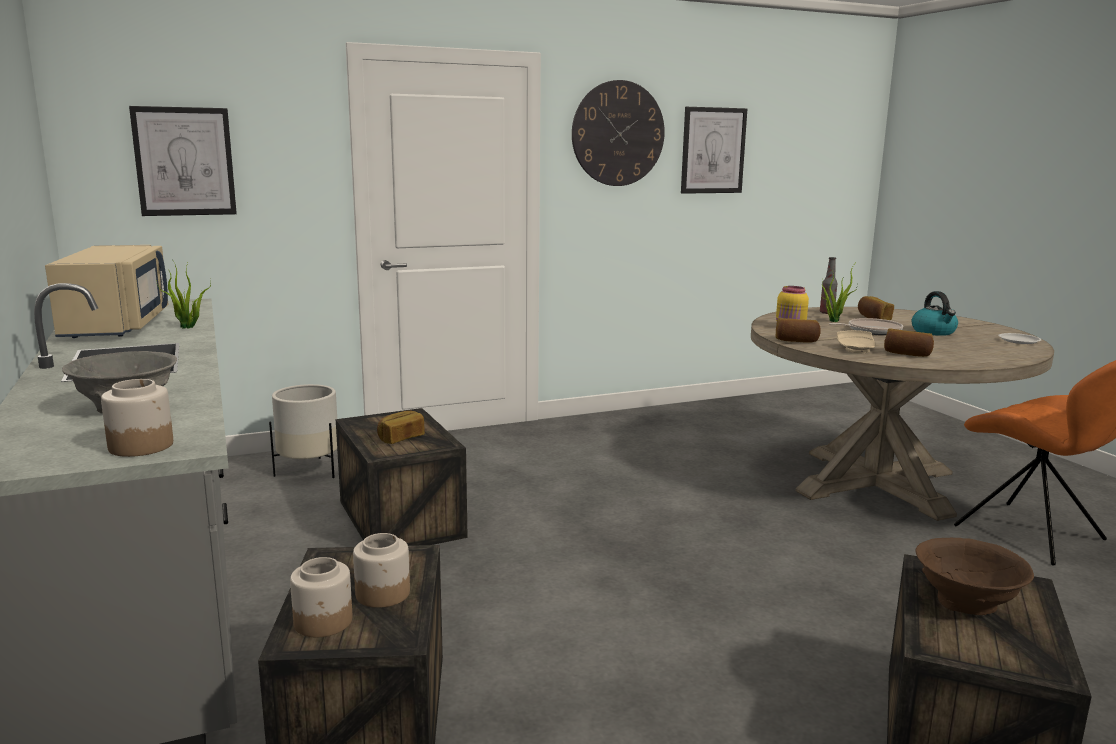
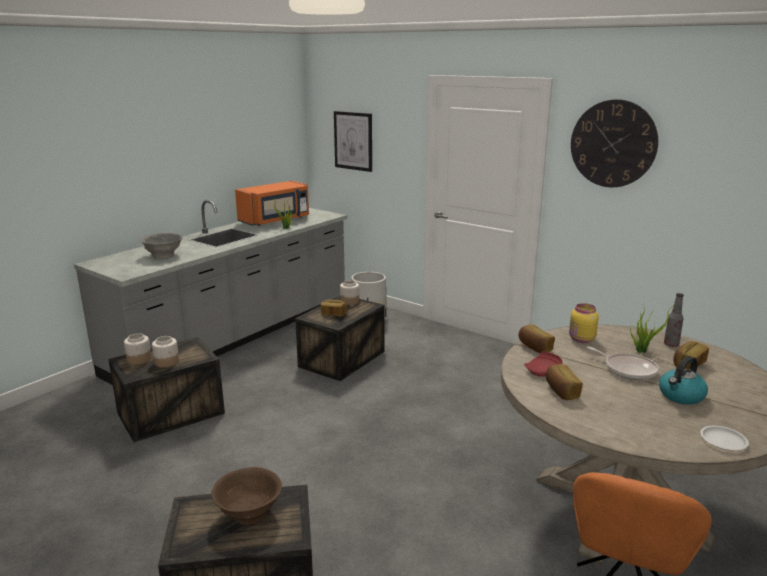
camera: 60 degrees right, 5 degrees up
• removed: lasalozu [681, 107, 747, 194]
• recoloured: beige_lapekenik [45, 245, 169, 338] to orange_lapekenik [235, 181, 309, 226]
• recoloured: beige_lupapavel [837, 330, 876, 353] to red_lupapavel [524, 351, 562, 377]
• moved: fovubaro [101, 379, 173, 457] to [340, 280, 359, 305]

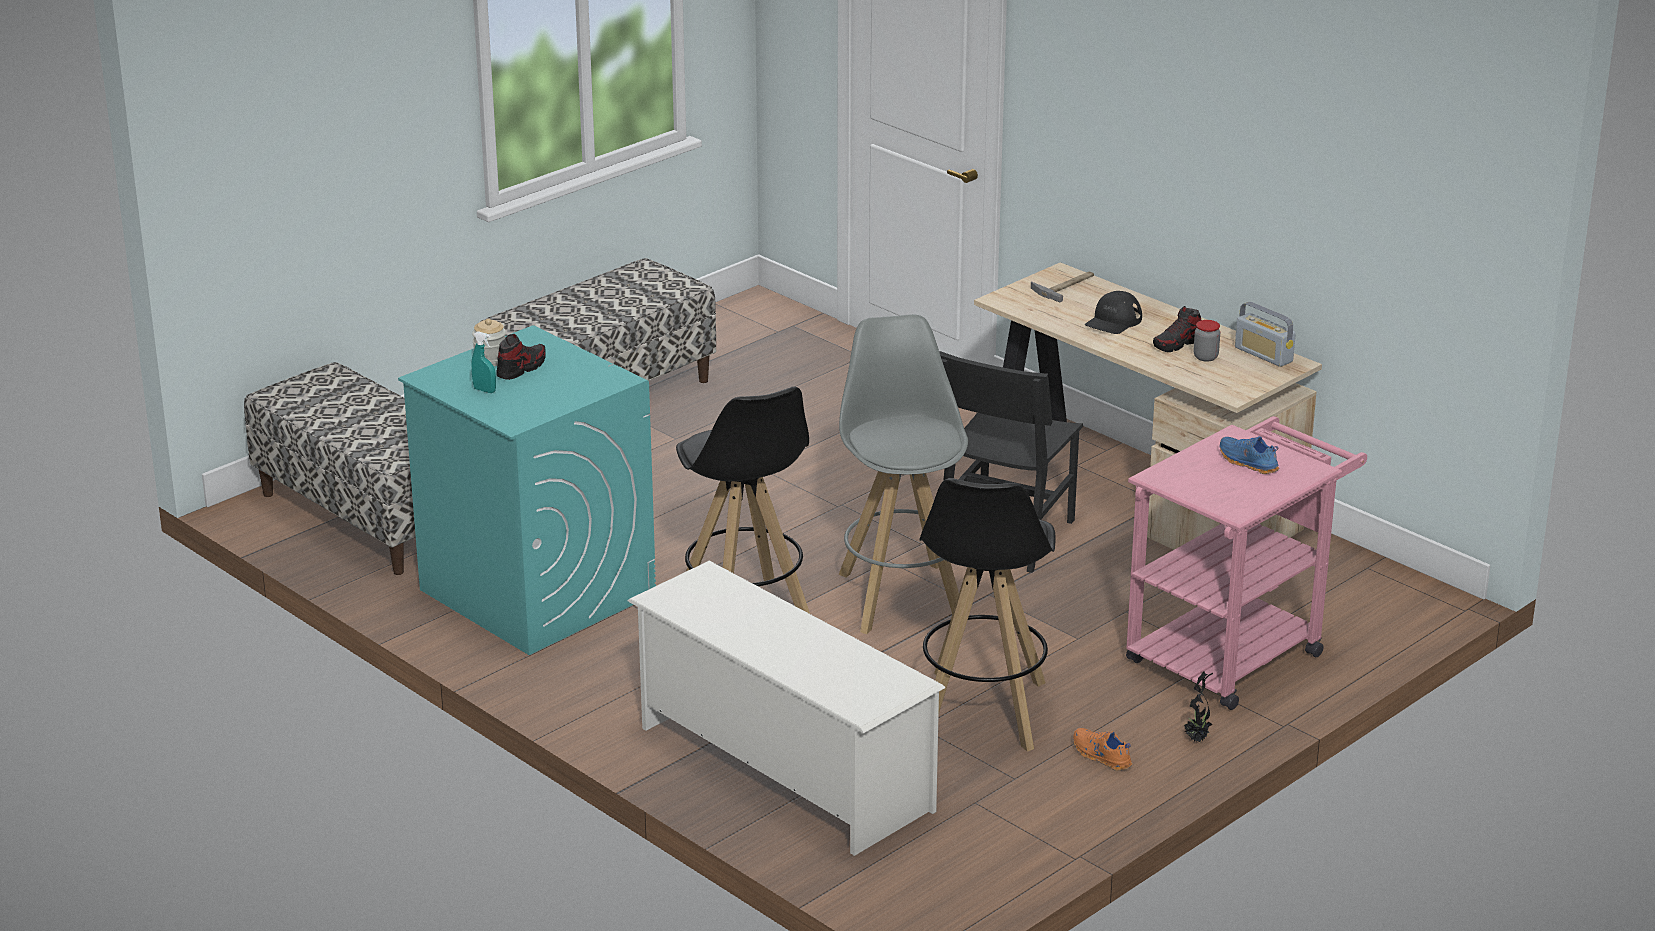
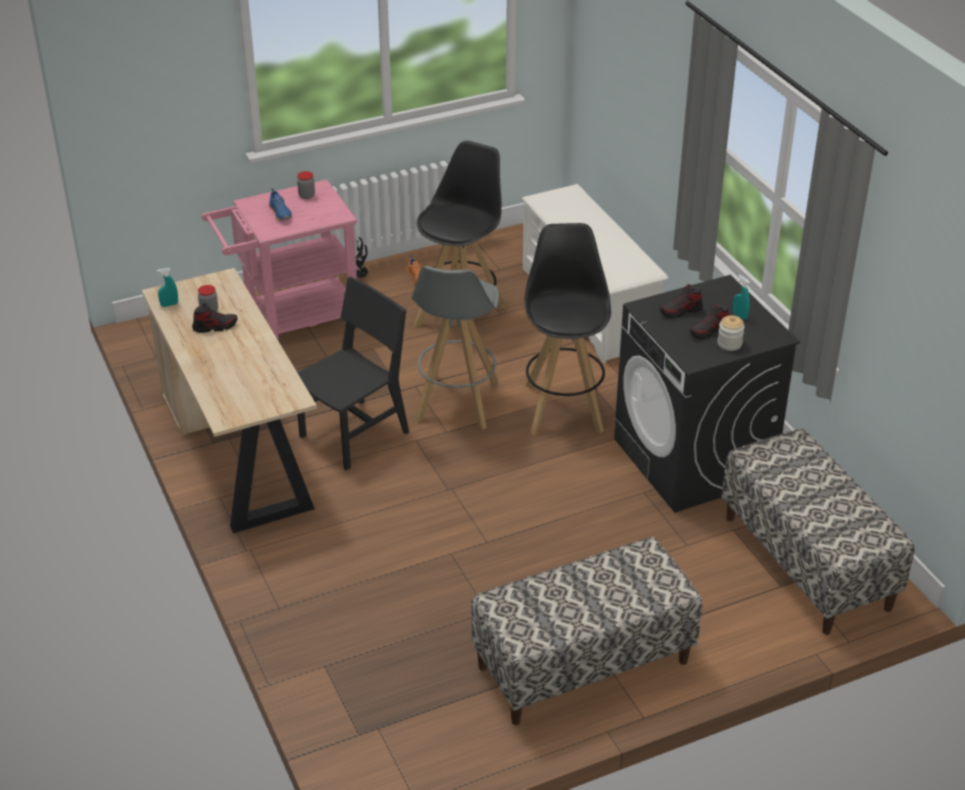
camera: 160 degrees left, 10 degrees up
• removed: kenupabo [1031, 271, 1094, 302]
• removed: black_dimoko [1085, 291, 1142, 334]
• replaced: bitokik [1235, 301, 1296, 367] to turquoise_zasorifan [157, 268, 178, 307]
• recoloured: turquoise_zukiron [398, 325, 656, 655] to black_zukiron [614, 275, 800, 513]
• added: fovubaro [297, 171, 315, 199]
• added: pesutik [660, 284, 703, 318]

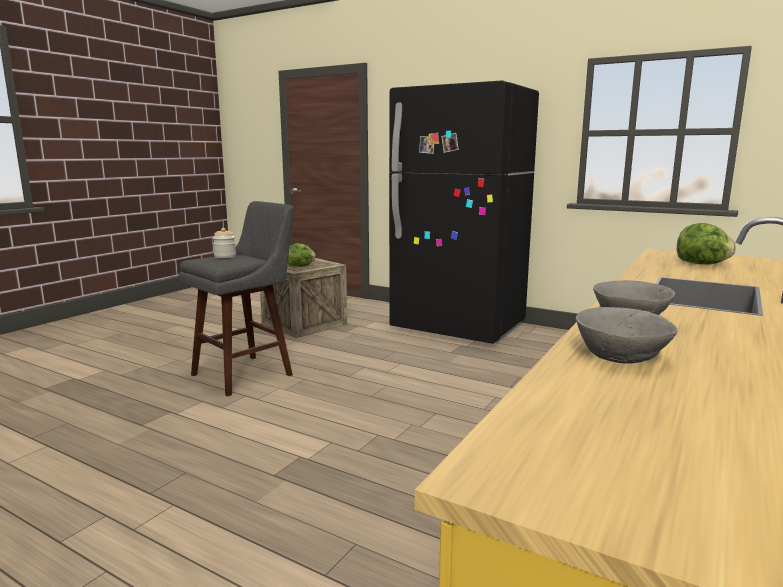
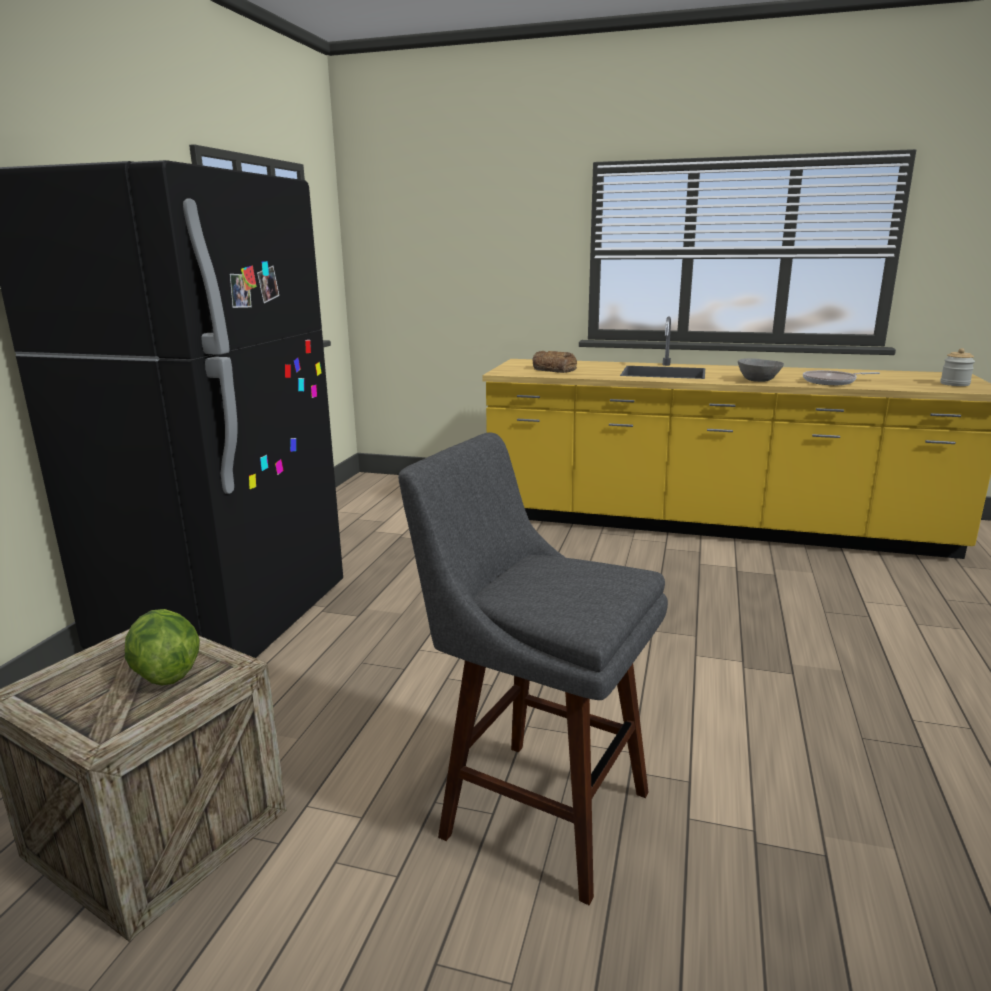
camera: 105 degrees left, 5 degrees up
• replaced: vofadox [677, 223, 736, 264] to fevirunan [533, 351, 577, 373]
• moved: fovubaro [213, 228, 236, 258] to [940, 348, 975, 386]
• replaced: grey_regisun [576, 307, 678, 364] to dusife [803, 370, 880, 385]

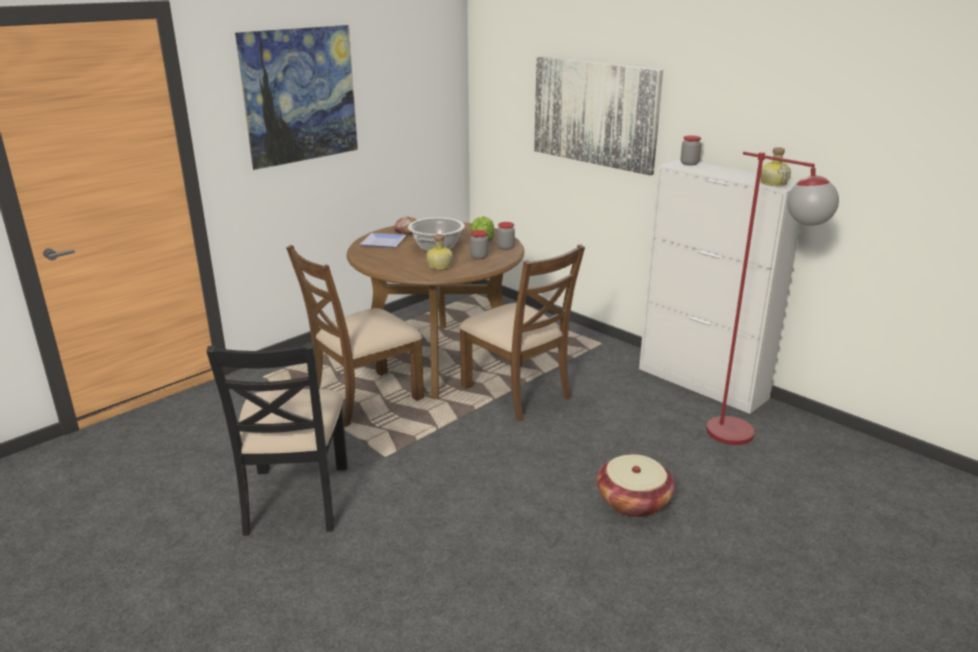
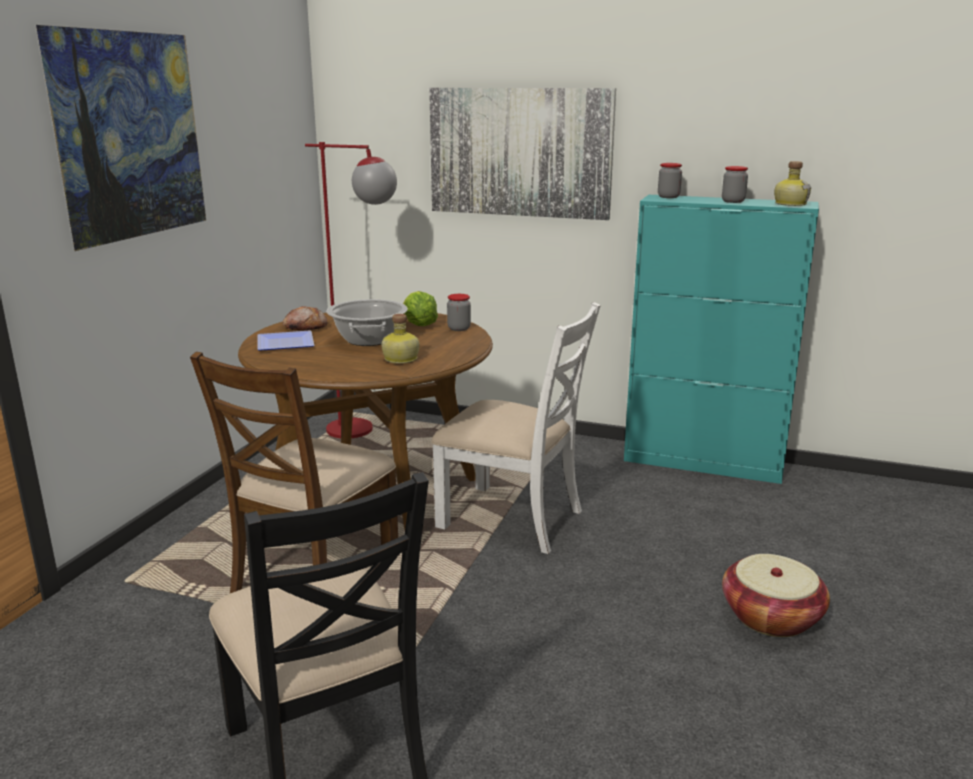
camera: 25 degrees left, 5 degrees down
• moved: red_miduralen [706, 152, 839, 445] to [305, 142, 397, 438]
• recoloured: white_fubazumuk [639, 159, 801, 414] to turquoise_fubazumuk [624, 195, 819, 484]
• moved: fovubaro [470, 230, 488, 259] to [722, 166, 748, 203]
• recoloured: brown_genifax [460, 244, 585, 422] to white_genifax [431, 302, 601, 554]

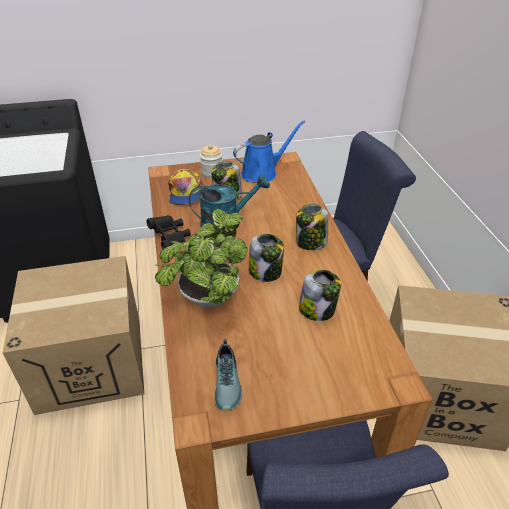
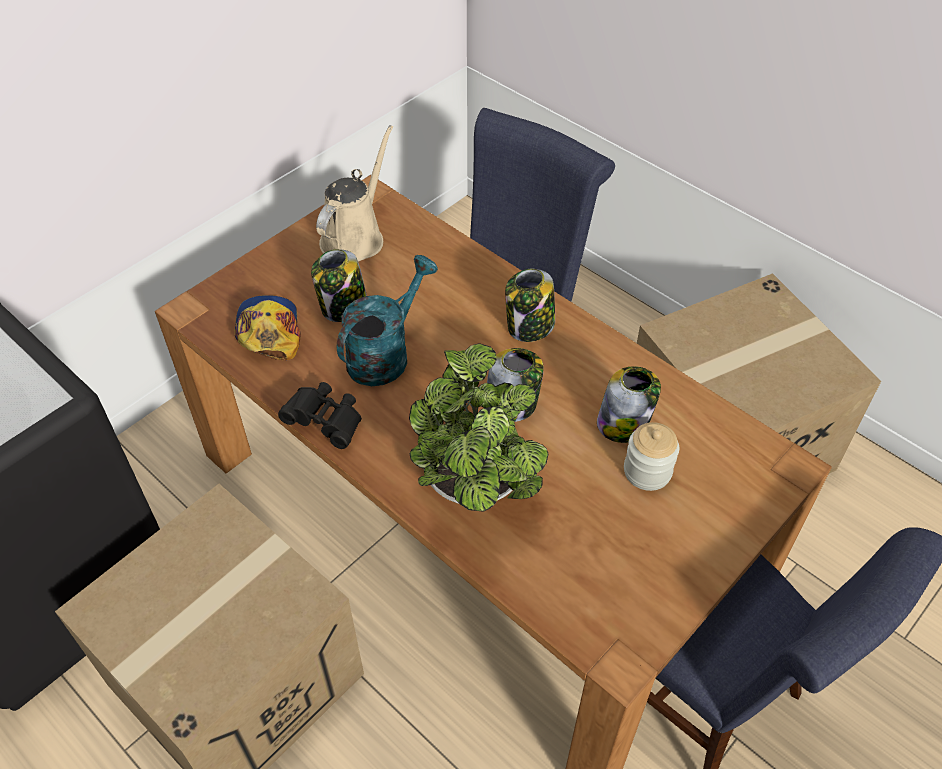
camera: 35 degrees left, 10 degrees up
• recoloured: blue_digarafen [233, 120, 305, 183] to beige_digarafen [316, 125, 393, 262]
• moved: fovubaro [199, 145, 223, 178] to [624, 422, 679, 491]
• turned: dimoko [168, 169, 203, 205] = [235, 295, 301, 360] 150 degrees counterclockwise
• removed: pesutik [214, 339, 242, 411]

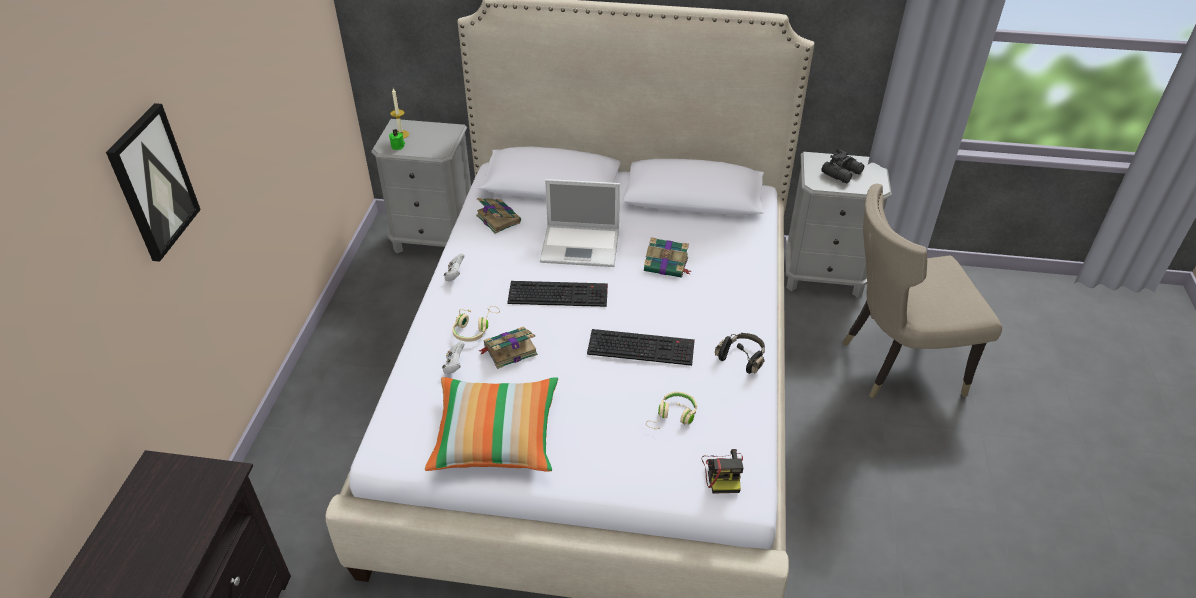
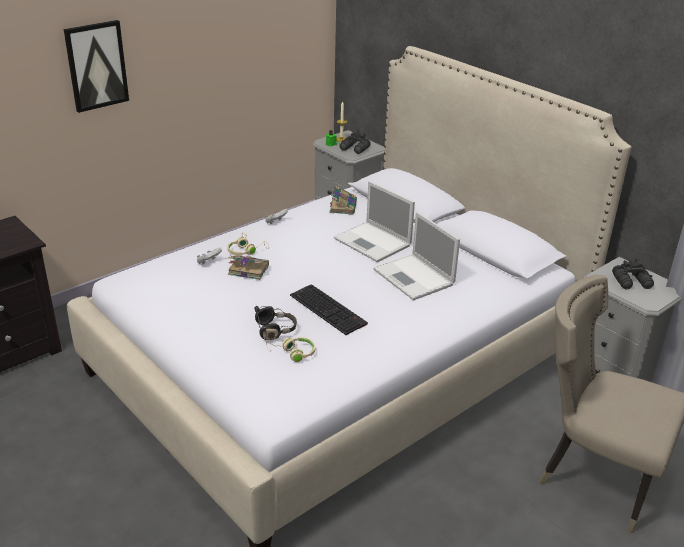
camera: 40 degrees right, 10 degrees down
• replaced: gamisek [644, 237, 691, 278] to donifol [374, 212, 460, 300]
• removed: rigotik [507, 281, 608, 307]
• moved: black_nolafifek [715, 333, 765, 374] to [254, 306, 297, 340]
• removed: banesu [425, 377, 558, 472]
• removed: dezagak [702, 449, 743, 494]
• added: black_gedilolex [339, 132, 371, 154]

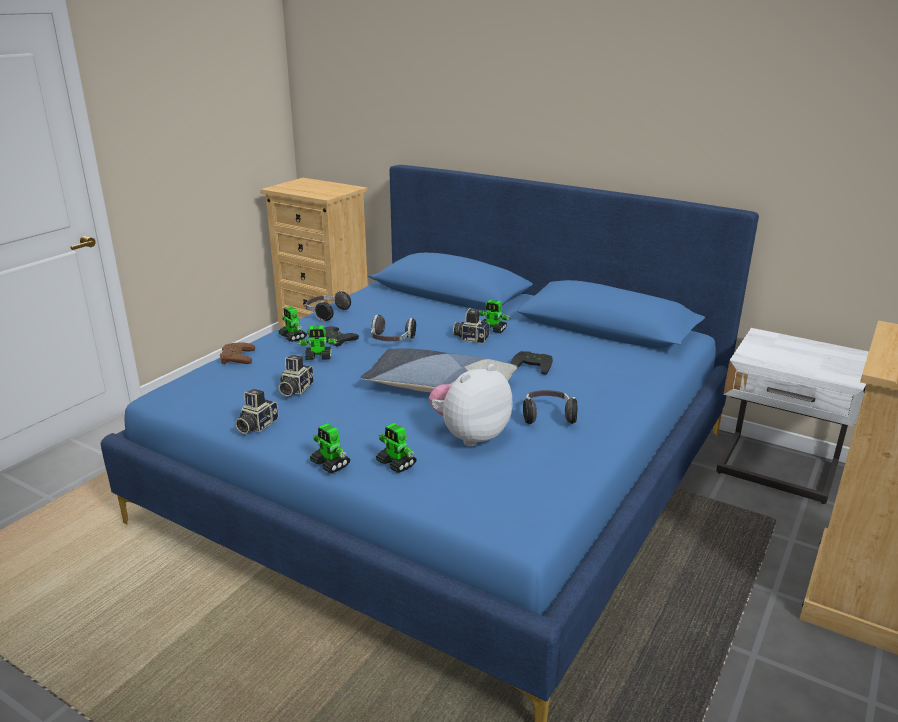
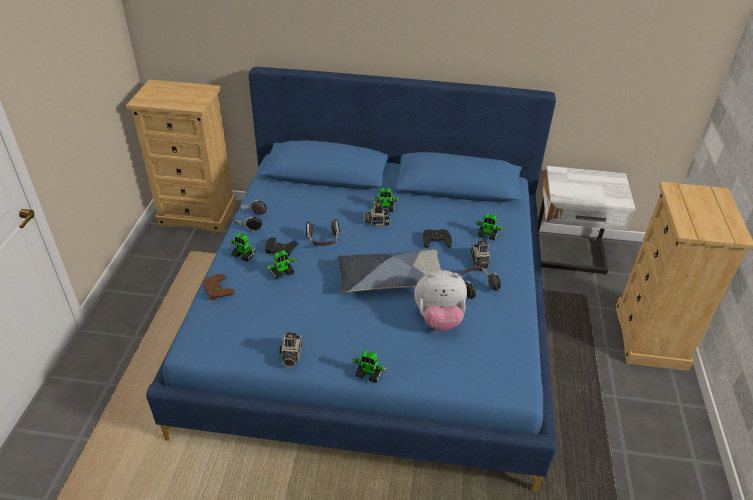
camera: 25 degrees left, 15 degrees up
• moved: dezagak [278, 355, 314, 396] to [470, 241, 490, 270]
• turned: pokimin [429, 364, 512, 446] = [414, 270, 467, 331] 120 degrees counterclockwise
• moved: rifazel [376, 423, 417, 473] to [475, 214, 504, 241]

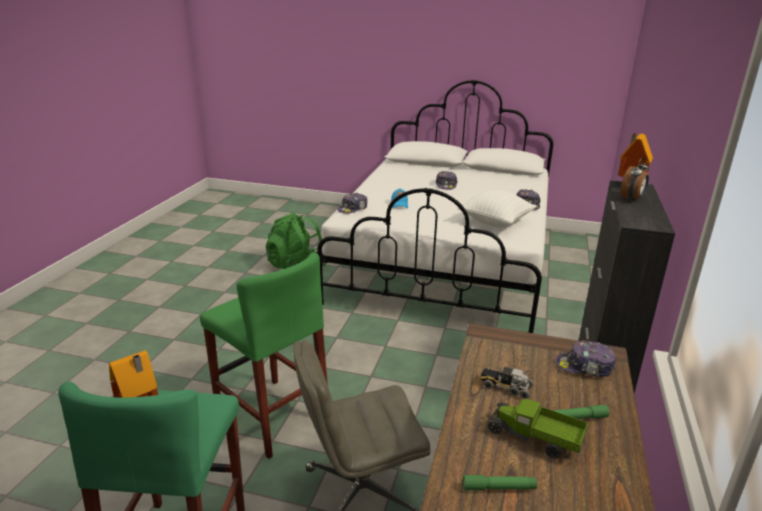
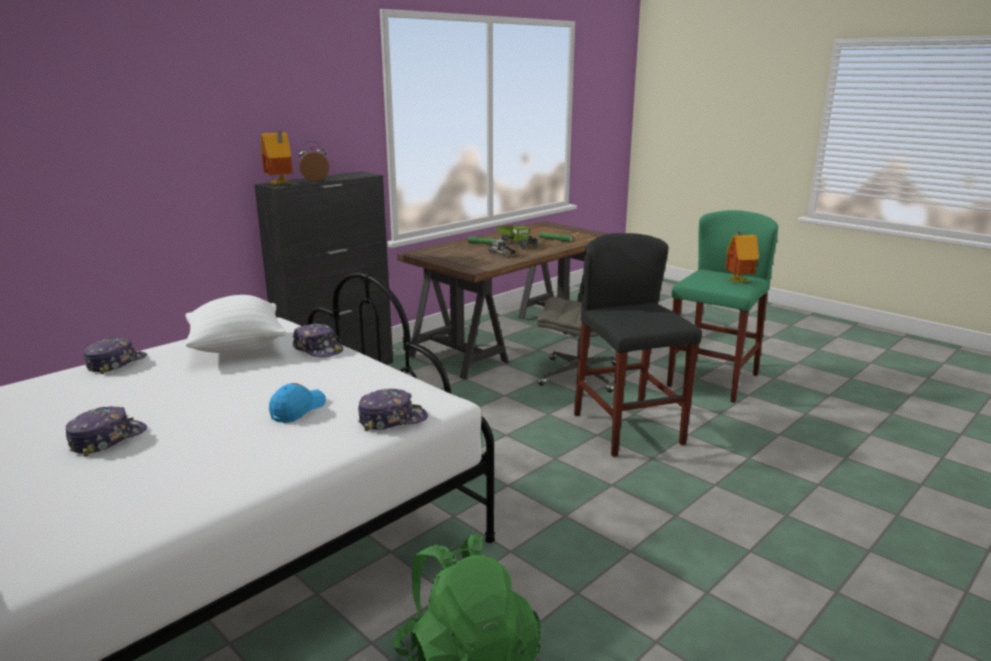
camera: 150 degrees left, 5 degrees down
• recoloured: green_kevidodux [200, 252, 328, 459] to black_kevidodux [574, 233, 702, 457]
• moved: dimoko [556, 341, 616, 377] to [292, 323, 343, 357]

